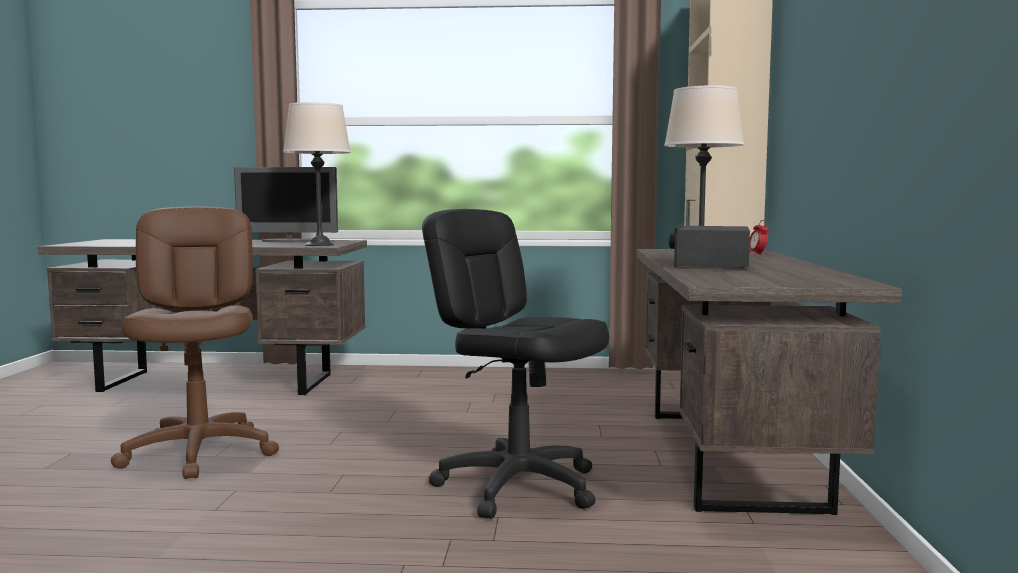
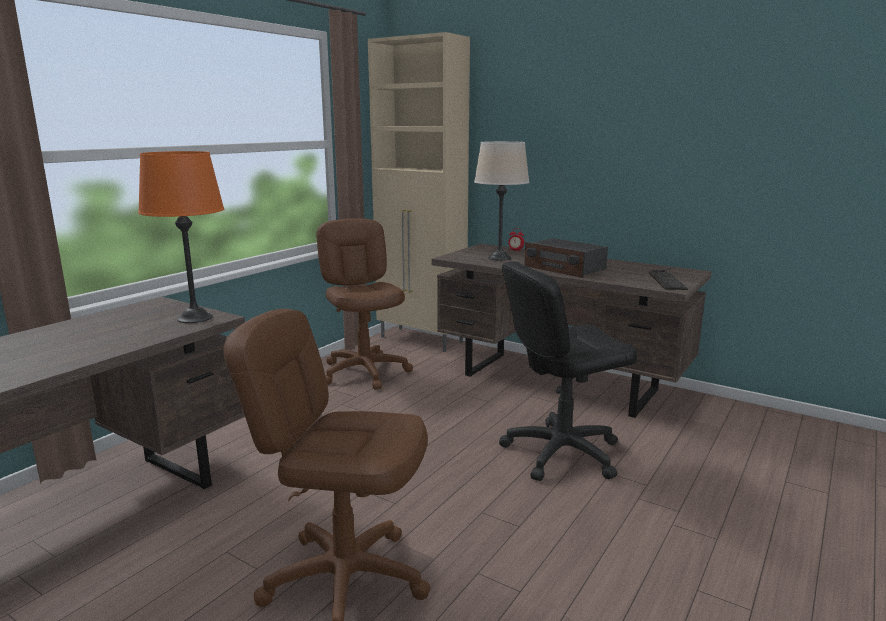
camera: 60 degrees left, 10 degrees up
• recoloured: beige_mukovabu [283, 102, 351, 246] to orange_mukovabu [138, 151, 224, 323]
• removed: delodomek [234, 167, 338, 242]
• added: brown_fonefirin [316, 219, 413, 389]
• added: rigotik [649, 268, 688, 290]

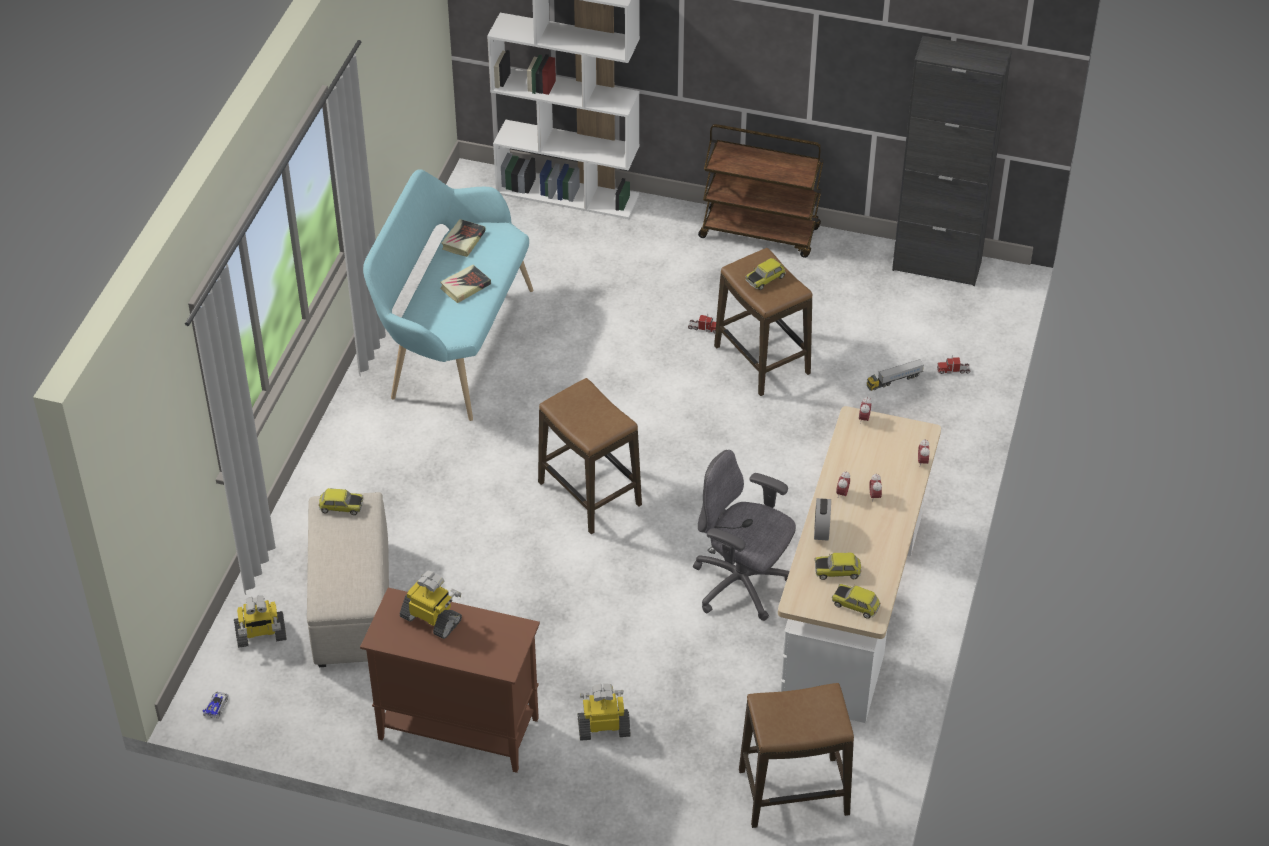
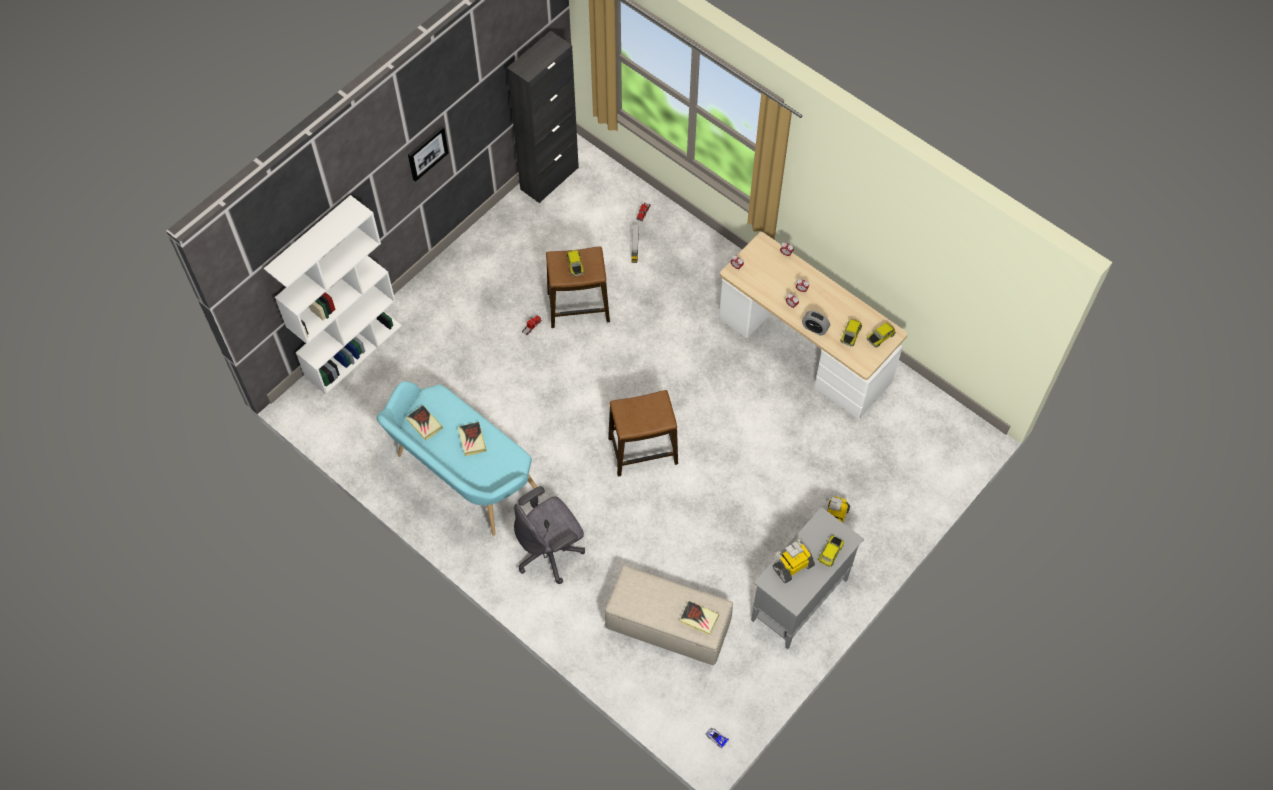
camera: 65 degrees left, 15 degrees up
• removed: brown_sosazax [698, 124, 824, 258]
• moved: grey_fonefirin [693, 450, 796, 621] to [514, 486, 585, 584]
• moved: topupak [318, 488, 363, 515] to [818, 535, 844, 567]
• recoloured: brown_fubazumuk [360, 588, 540, 773] to grey_fubazumuk [751, 507, 864, 649]
• removed: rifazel [234, 596, 287, 648]
• removed: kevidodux [739, 683, 854, 828]
• added: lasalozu [408, 126, 449, 182]
• added: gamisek [680, 601, 719, 635]

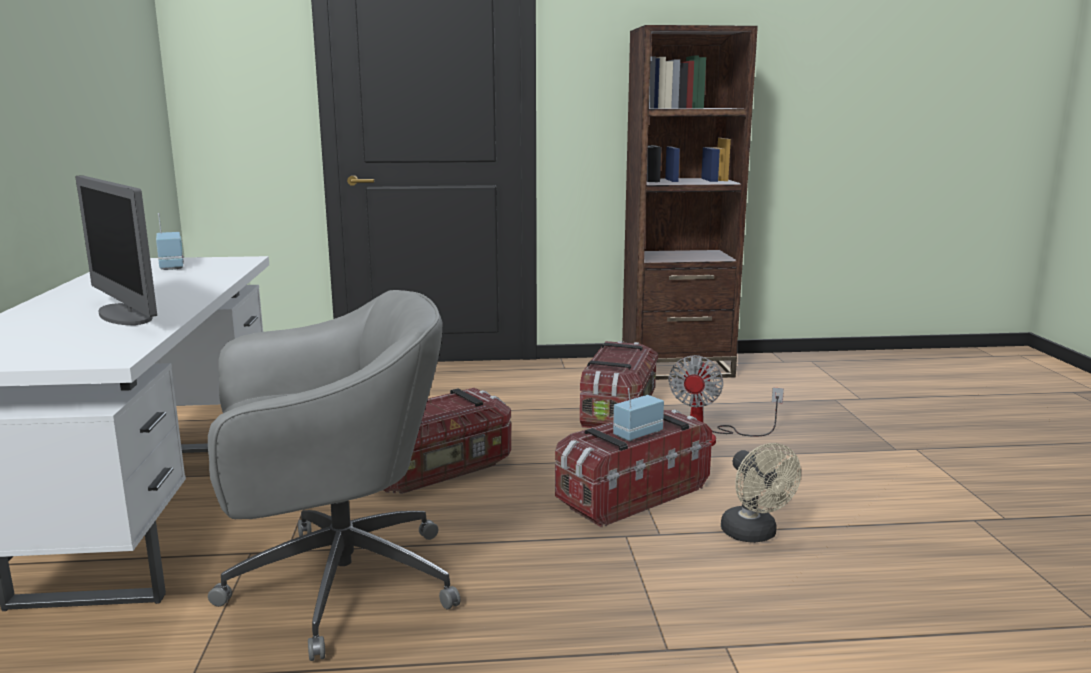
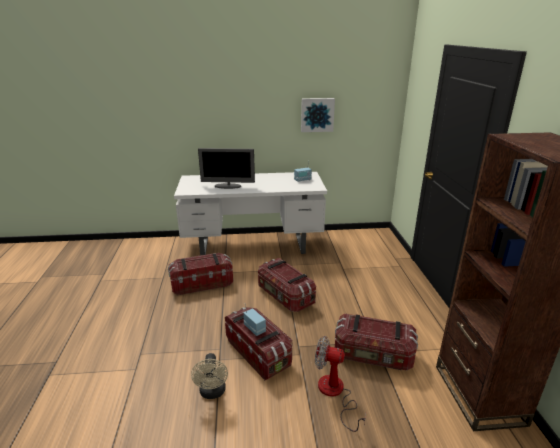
camera: 90 degrees right, 10 degrees up
• turned: delodomek [75, 175, 157, 325] = [198, 148, 255, 189] 135 degrees counterclockwise
• replaced: grey_fonefirin [208, 290, 461, 661] to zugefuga [168, 253, 233, 295]
• turned: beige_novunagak [721, 443, 801, 543] = [191, 353, 228, 399] 75 degrees counterclockwise
• added: lasalozu [301, 98, 335, 132]

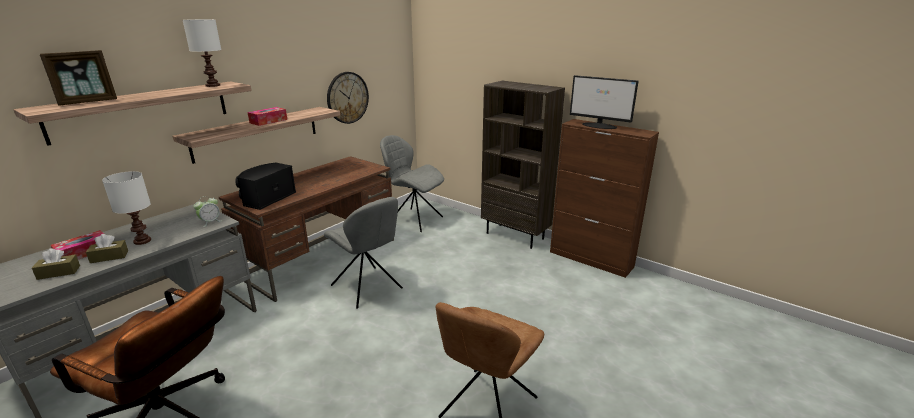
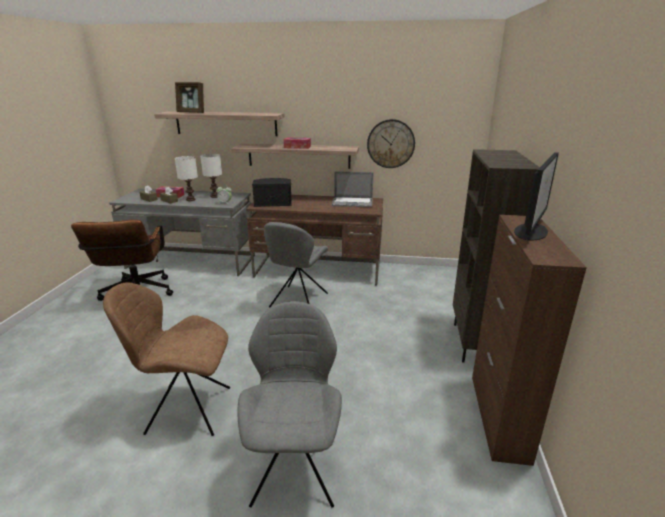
camera: 60 degrees right, 0 degrees up
• moved: white_mukovabu [183, 19, 221, 87] to [200, 154, 222, 198]
• turned: delodomek [570, 75, 639, 129] = [514, 152, 559, 241] 150 degrees counterclockwise
• moved: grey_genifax [380, 135, 444, 232] to [237, 301, 342, 508]
• added: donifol [332, 171, 373, 207]

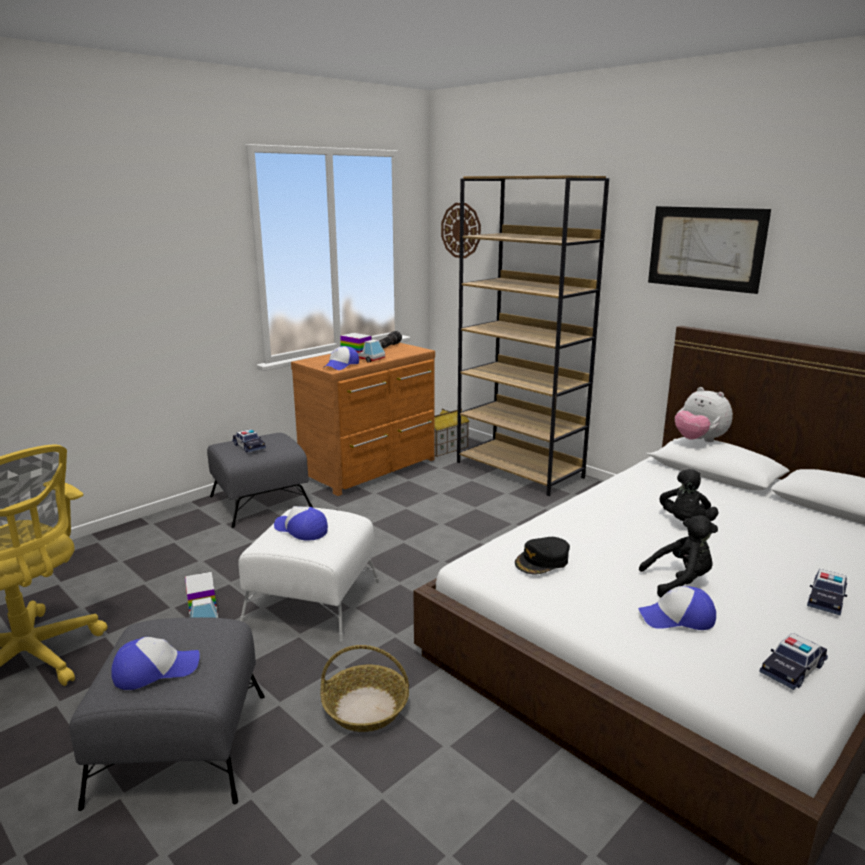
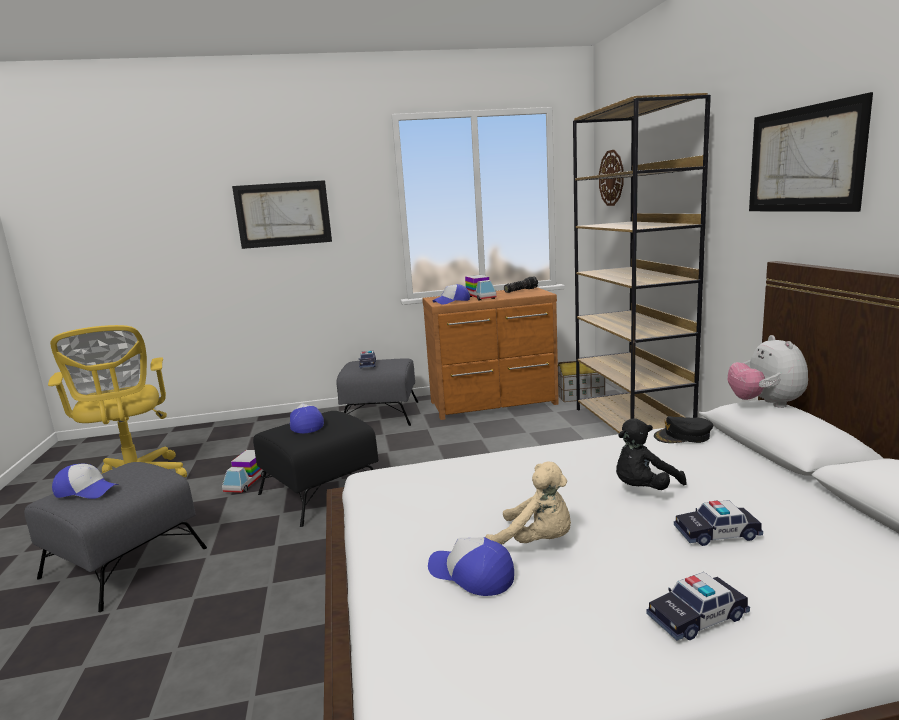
camera: 35 degrees right, 5 degrees down
• recoloured: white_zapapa [238, 508, 380, 642] to black_zapapa [253, 411, 379, 527]
• recoloured: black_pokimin [639, 515, 718, 597] to beige_pokimin [485, 462, 571, 545]
• moved: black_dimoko [515, 537, 570, 574] to [654, 416, 713, 443]
• moved: topupak [759, 633, 828, 690] to [674, 500, 763, 546]
• removed: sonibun [320, 645, 409, 732]
• added: lasalozu [232, 180, 332, 249]

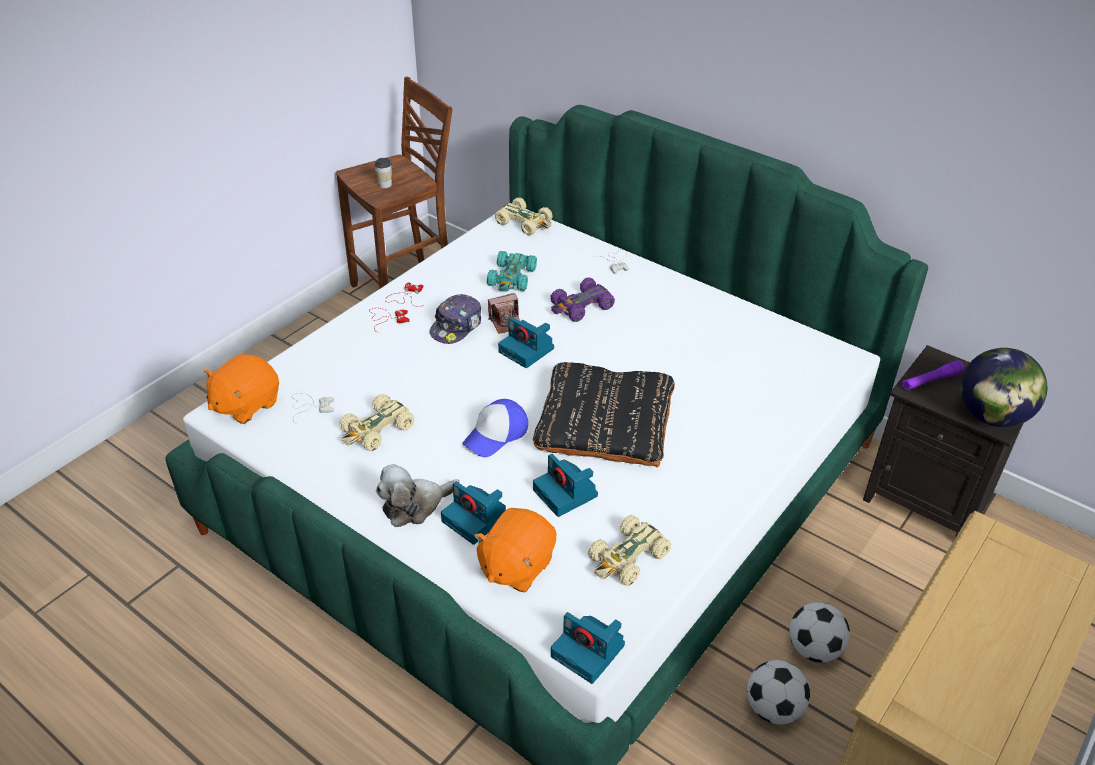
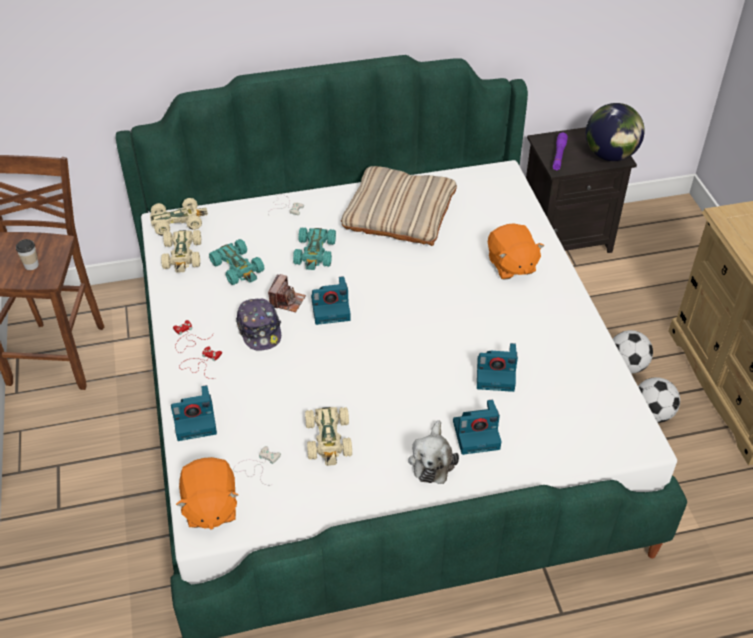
camera: 50 degrees left, 5 degrees up
• recoloured: purple_topupak [551, 277, 615, 322] to turquoise_topupak [293, 227, 336, 270]
• removed: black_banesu [533, 362, 675, 467]
• removed: dimoko [462, 399, 528, 457]
• moved: orange_pokimin [474, 508, 556, 592] to [488, 224, 544, 280]
• moved: beige_topupak [588, 515, 671, 586] to [161, 230, 201, 273]
• moved: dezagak [551, 612, 625, 684] to [171, 385, 217, 441]
• added: beige_banesu [341, 166, 457, 246]

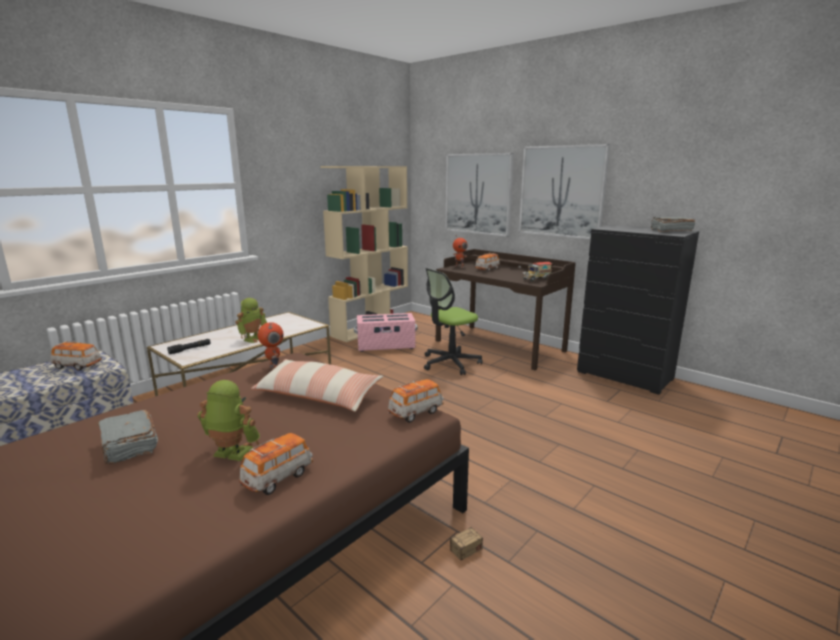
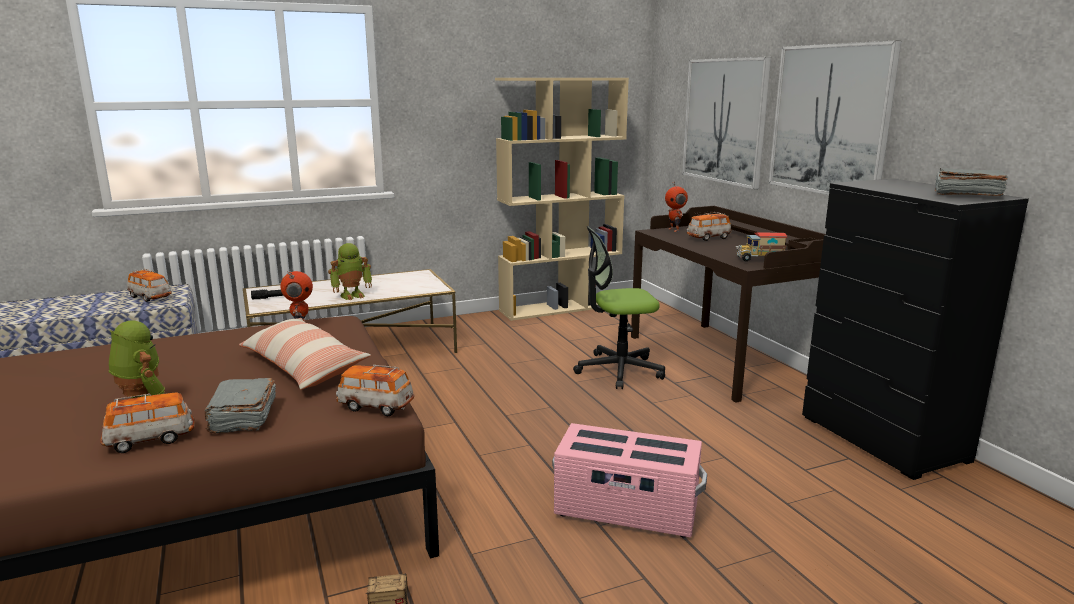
camera: 25 degrees right, 0 degrees up
• moved: pink_zugefuga [354, 313, 418, 352] to [552, 423, 707, 537]
• turned: topupak [388, 379, 444, 423] = [336, 365, 414, 416] 150 degrees counterclockwise
• moved: grey_gamisek [97, 410, 158, 464] to [204, 378, 276, 434]

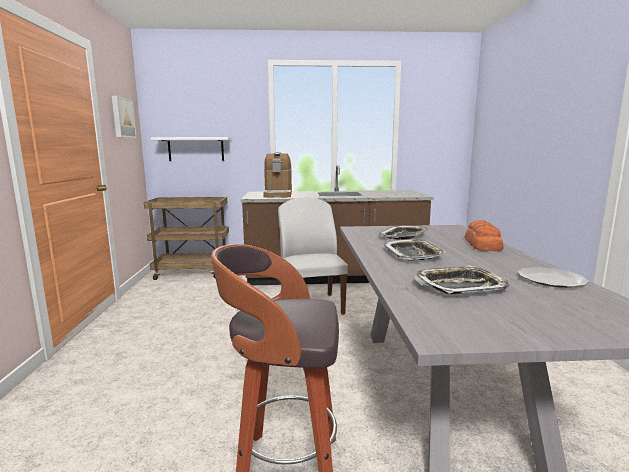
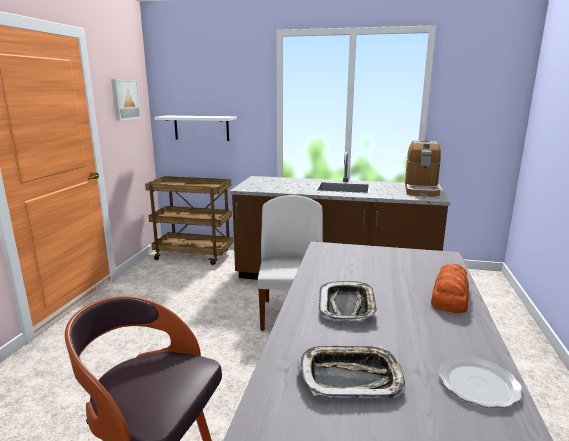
camera: 15 degrees right, 5 degrees up
• moved: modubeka [263, 152, 292, 198] to [405, 140, 441, 197]
• removed: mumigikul [379, 225, 428, 240]

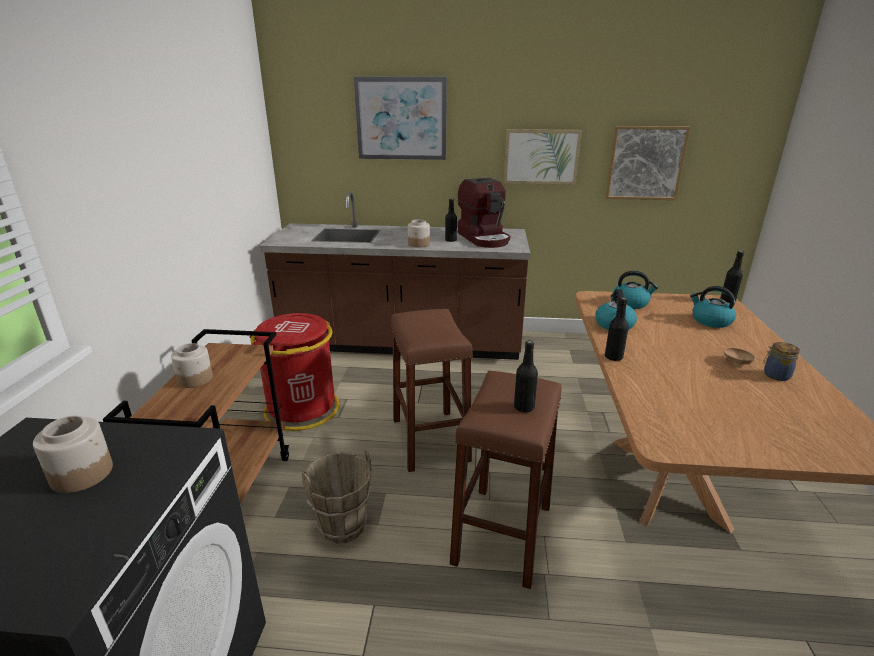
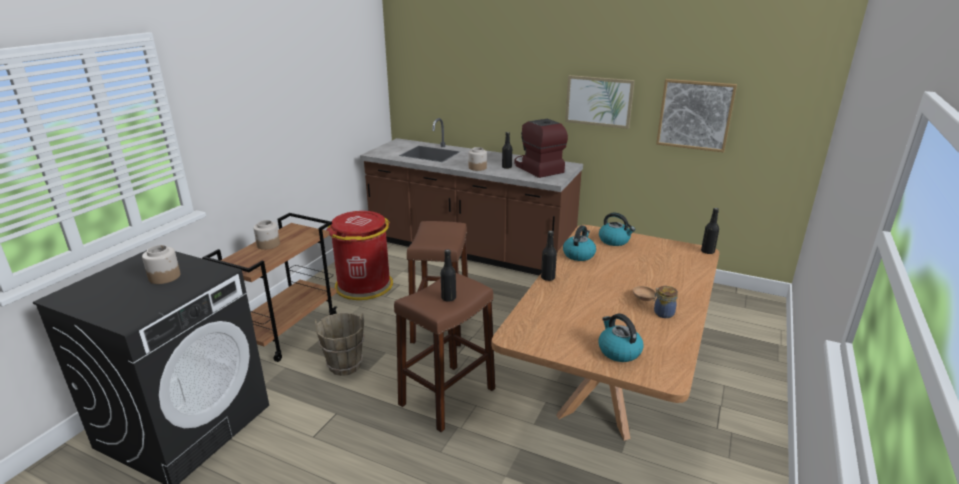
camera: 20 degrees right, 0 degrees up
• removed: lasalozu [354, 77, 447, 160]
• turned: modubeka [458, 178, 510, 248] = [514, 119, 568, 178] 150 degrees clockwise
• moved: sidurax [690, 286, 736, 328] to [599, 313, 644, 362]

